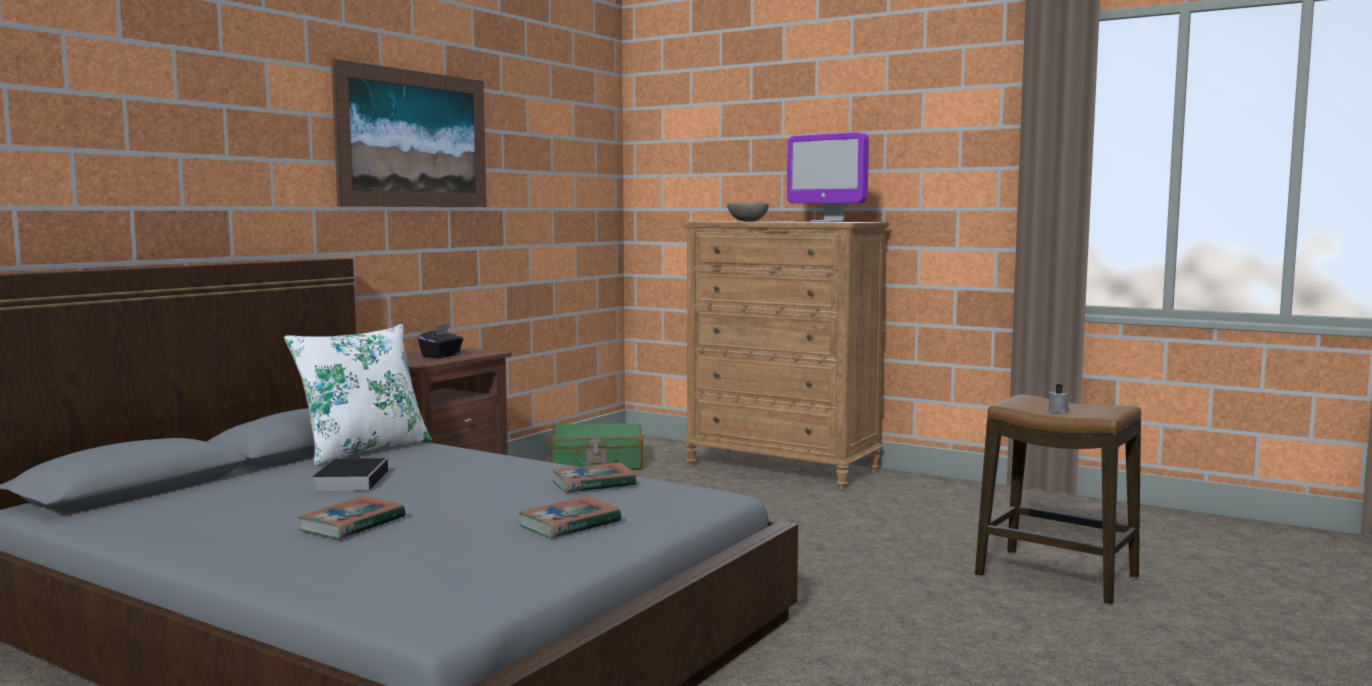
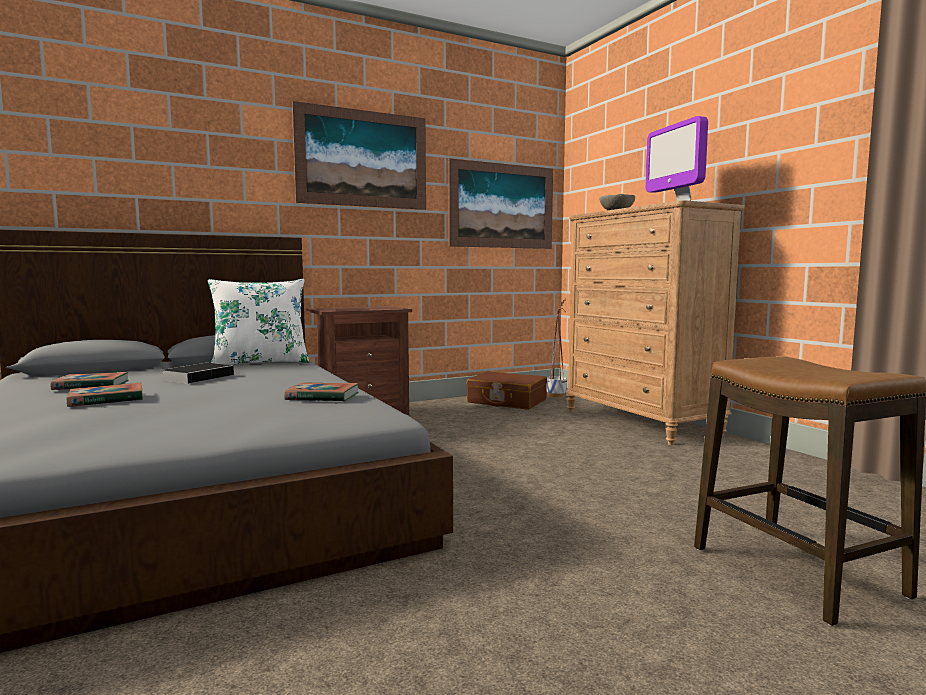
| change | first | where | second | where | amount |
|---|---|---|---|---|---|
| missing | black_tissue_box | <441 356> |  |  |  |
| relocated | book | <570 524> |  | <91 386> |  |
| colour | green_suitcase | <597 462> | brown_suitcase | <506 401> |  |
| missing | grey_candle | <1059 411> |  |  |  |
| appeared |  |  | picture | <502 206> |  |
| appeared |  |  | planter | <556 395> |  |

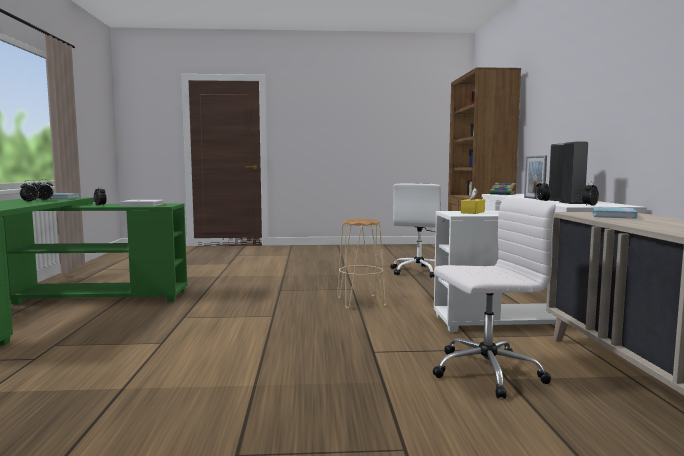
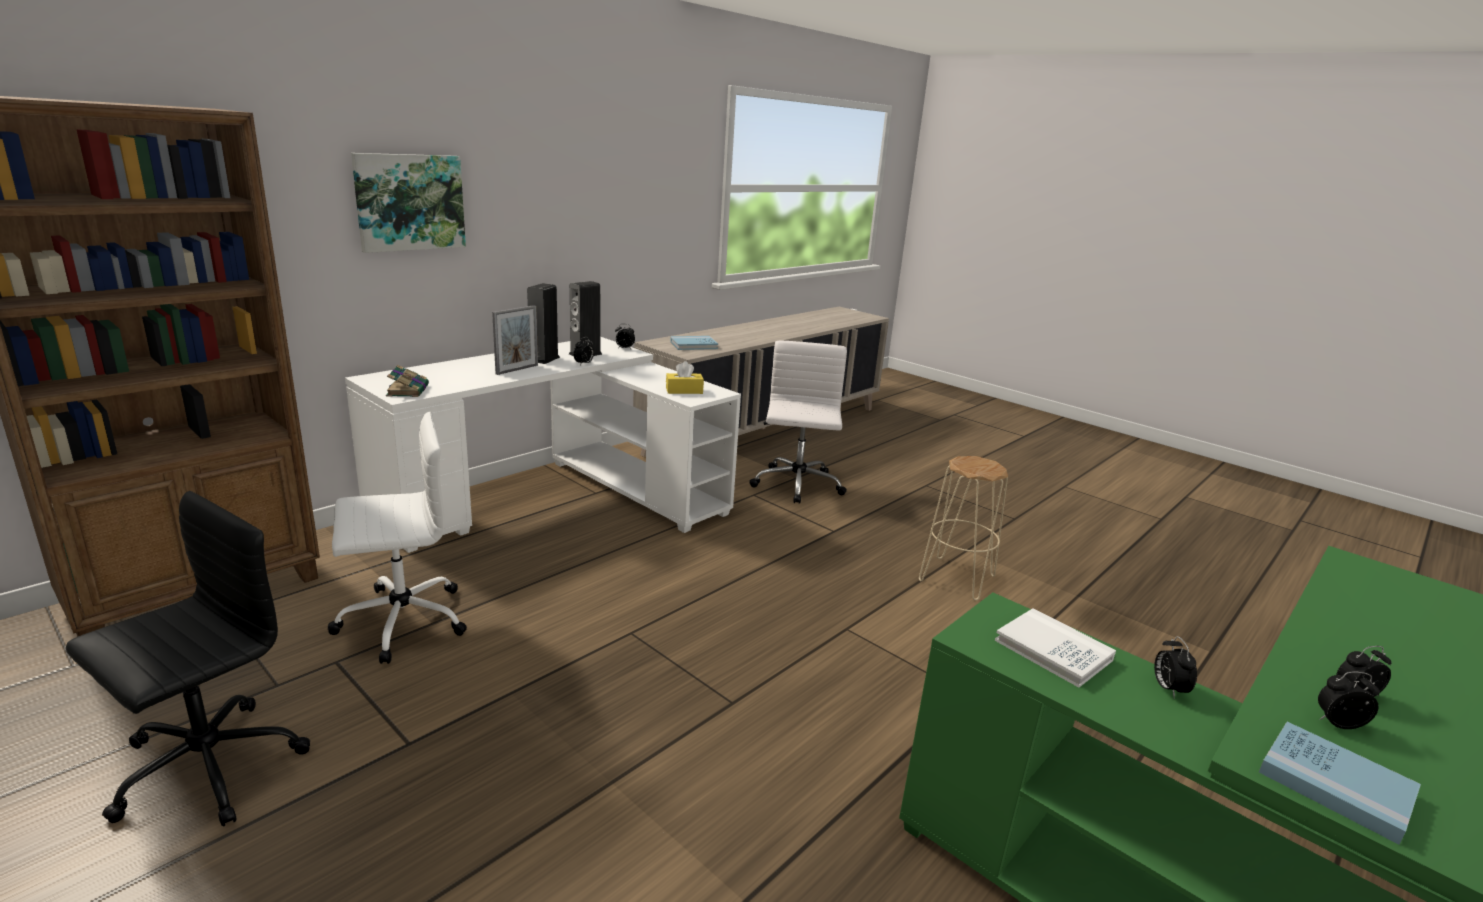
| change | first | where | second | where | amount |
|---|---|---|---|---|---|
| relocated | beige_stool | <360 302> |  | <956 578> |  |
| spun | white_office_chair | <484 372> |  | <797 485> | 60 degrees clockwise |
| appeared |  |  | black_office_chair | <205 768> |  |
| appeared |  |  | picture | <409 202> |  |

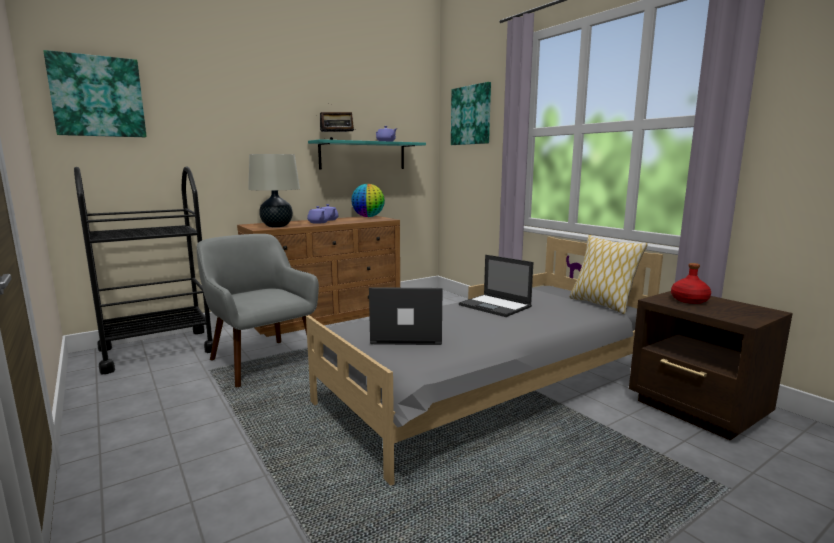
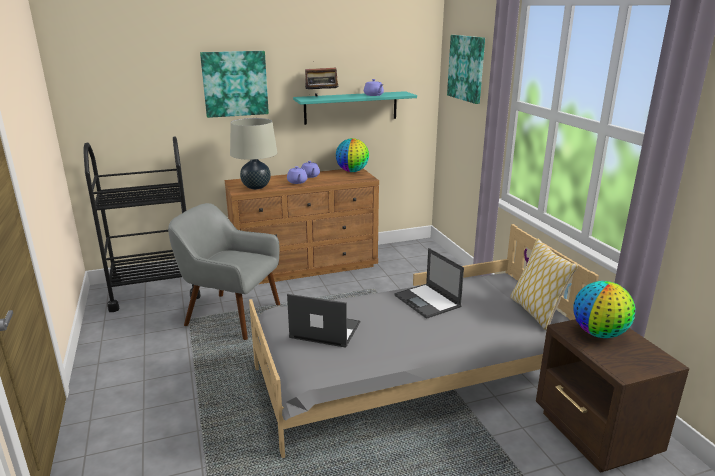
| change | first | where | second | where | amount |
|---|---|---|---|---|---|
| relocated | picture | <98 96> |  | <235 83> |  |
| spun | grey_armchair | <261 361> |  | <231 315> | 45 degrees counterclockwise |
| exchanged | red_bottle | <689 300> | globe | <599 333> |  |

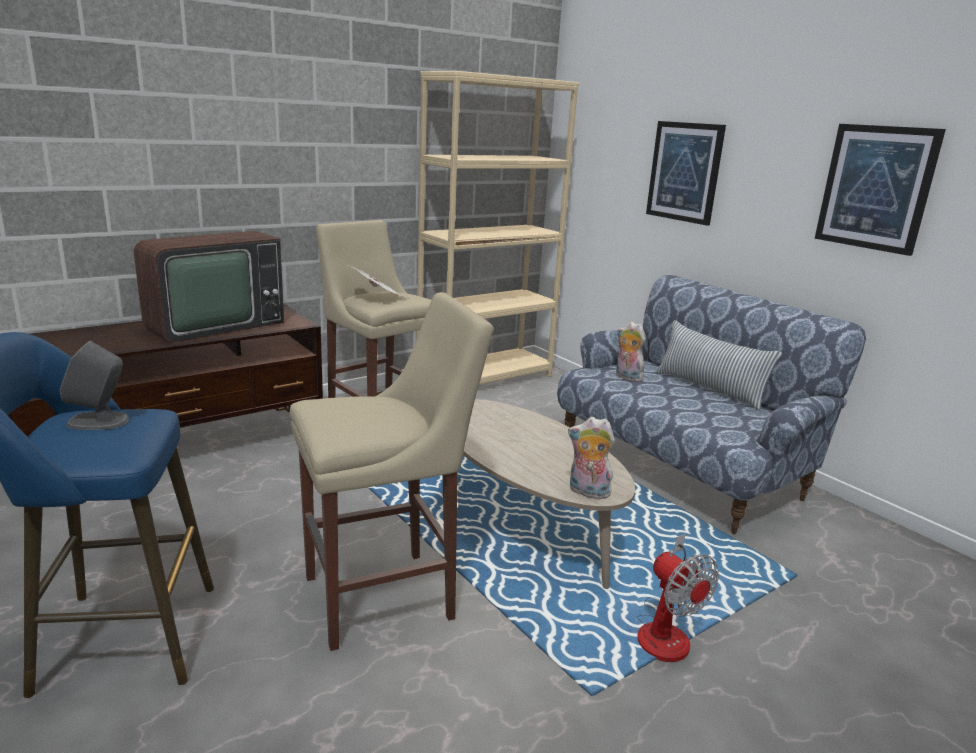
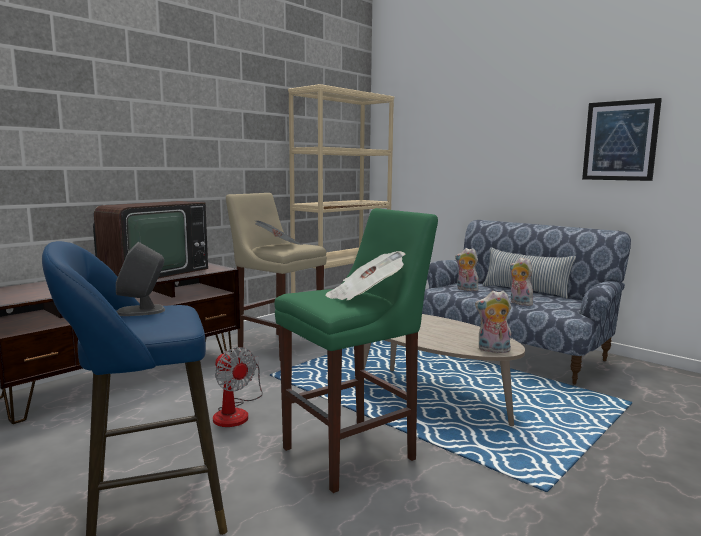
| change | first | where | second | where | amount |
|---|---|---|---|---|---|
| colour | beige_stool | <387 596> | green_stool | <355 452> |  |
| relocated | fan | <666 630> |  | <236 412> |  |
| missing | picture | <684 172> |  |  |  |
| appeared |  |  | newspaper | <365 296> |  |
| appeared |  |  | plush_toy | <519 303> |  |

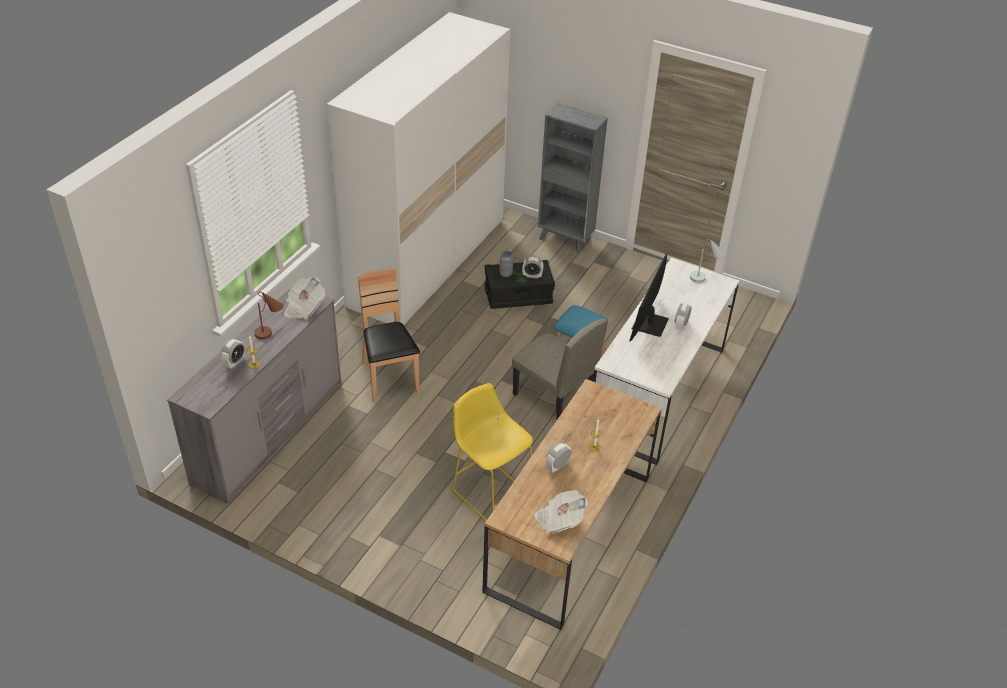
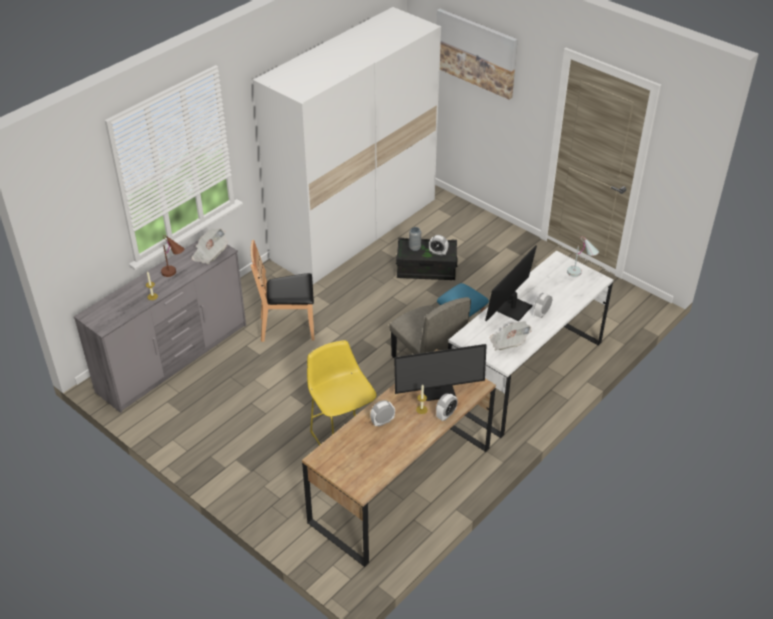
| change | first | where | second | where | amount |
|---|---|---|---|---|---|
| relocated | alarm_clock | <234 363> |  | <446 415> |  |
| spun | brown_chair | <389 379> |  | <288 327> | 90 degrees counterclockwise |
| relocated | newspaper | <559 520> |  | <508 343> |  |
| missing | grey_bookcase | <565 239> |  |  |  |
| appeared |  |  | monitor | <438 389> |  |
| appeared |  |  | picture | <476 52> |  |

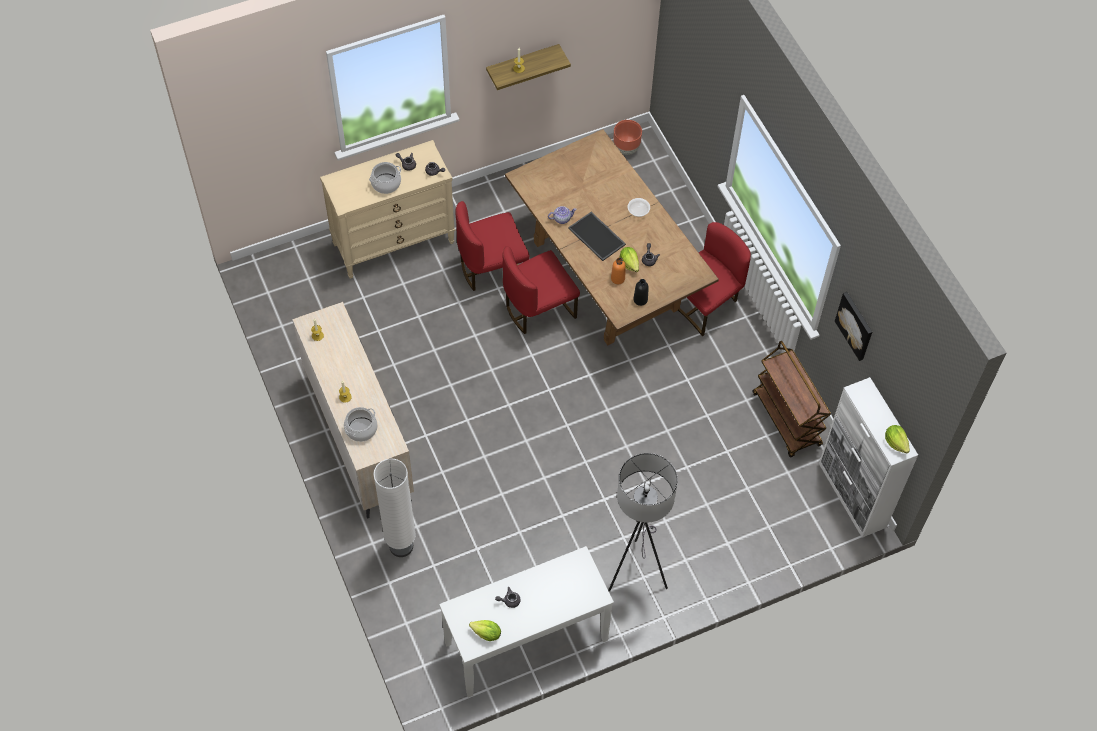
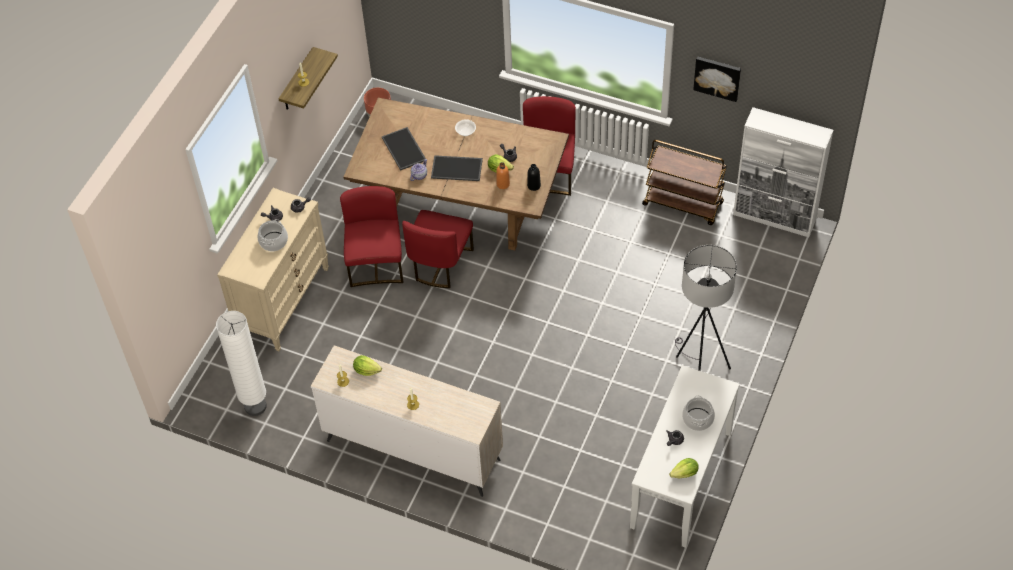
| change | first | where | second | where | amount |
|---|---|---|---|---|---|
| relocated | cooking_pot | <361 429> |  | <698 419> |  |
| relocated | white_floor_lamp | <401 546> |  | <255 406> |  |
| spun | red_chair | <492 268> |  | <376 263> | 150 degrees clockwise |
| relocated | lettuce | <895 443> |  | <366 370> |  |
| appeared |  |  | tray | <404 149> |  |

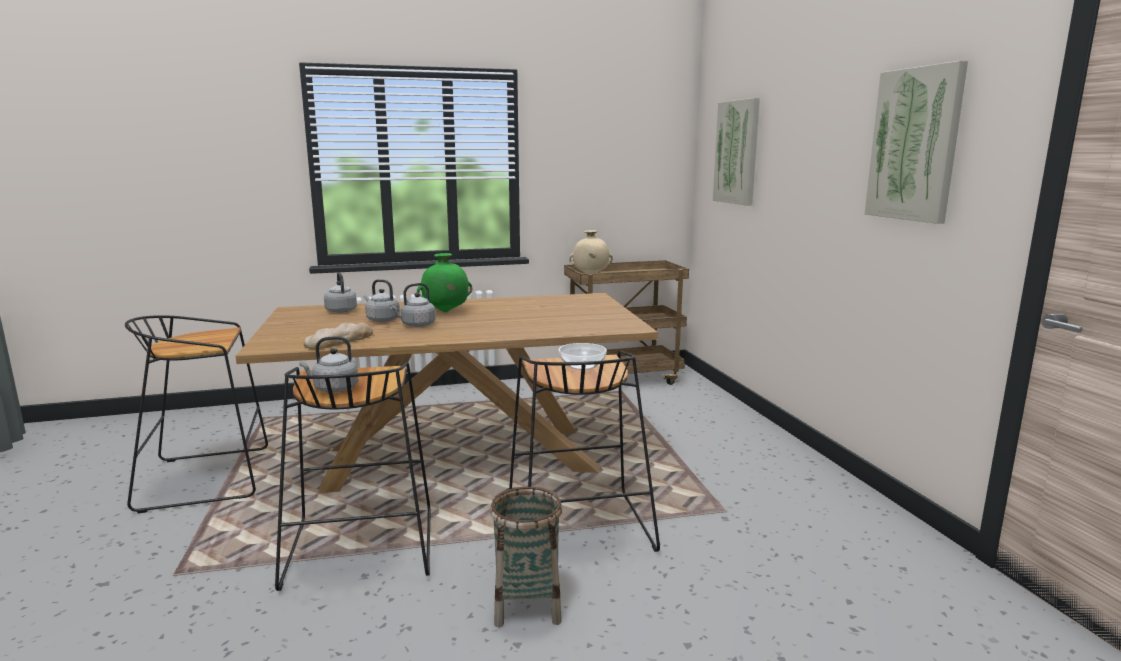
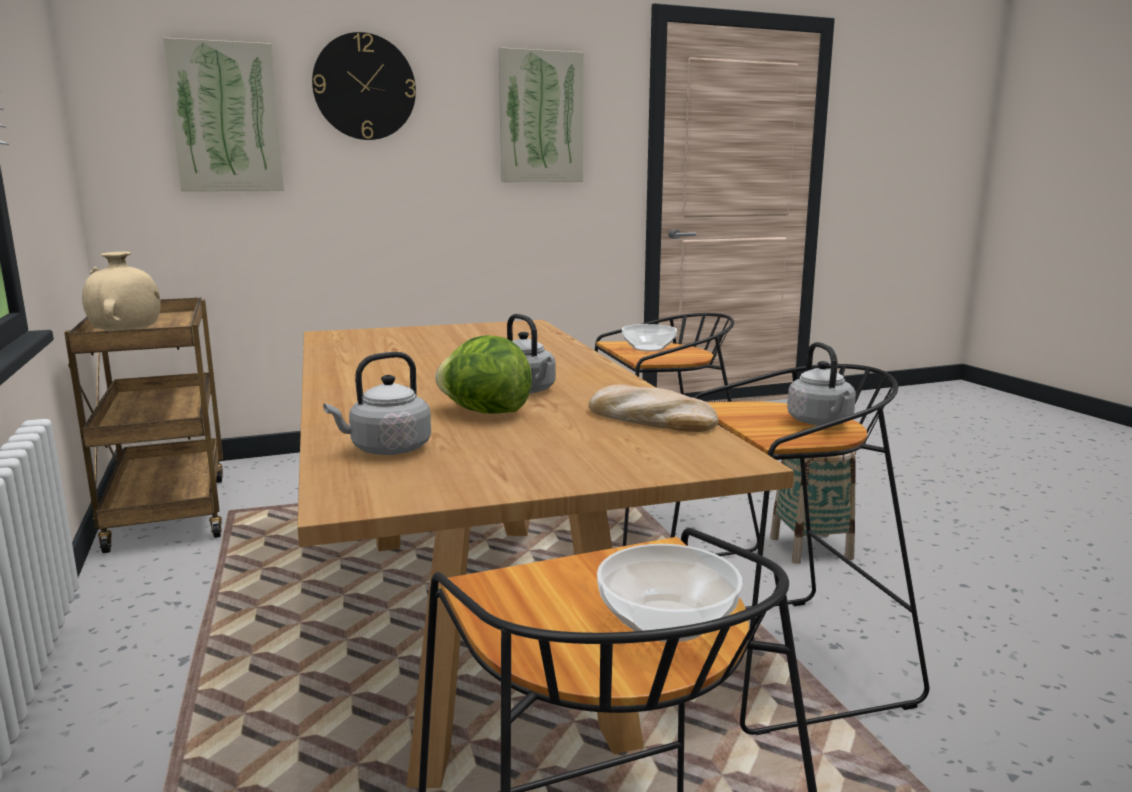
| change | first | where | second | where | amount |
|---|---|---|---|---|---|
| exchanged | grey_kettle | <381 320> | lettuce | <485 412> |  |
| missing | green_vase | <445 312> |  |  |  |
| appeared |  |  | wall_clock | <364 87> |  |
| appeared |  |  | bowl | <668 622> |  |

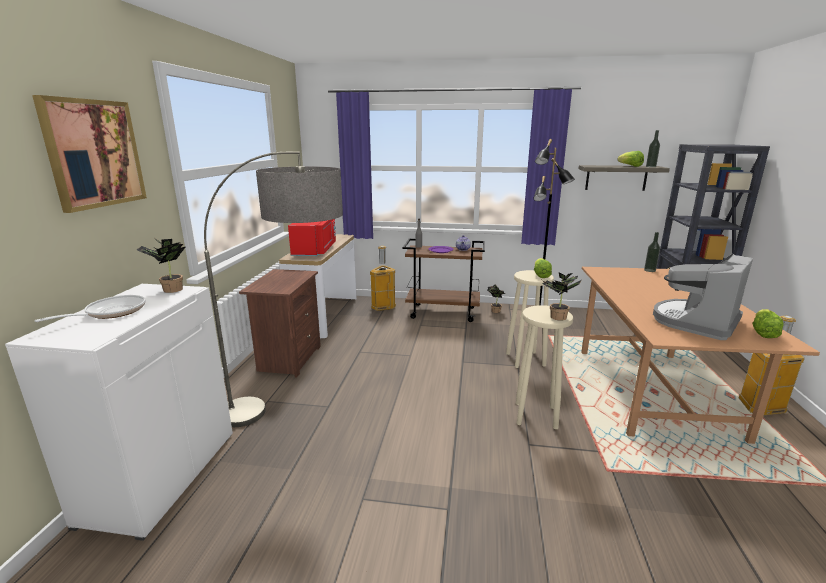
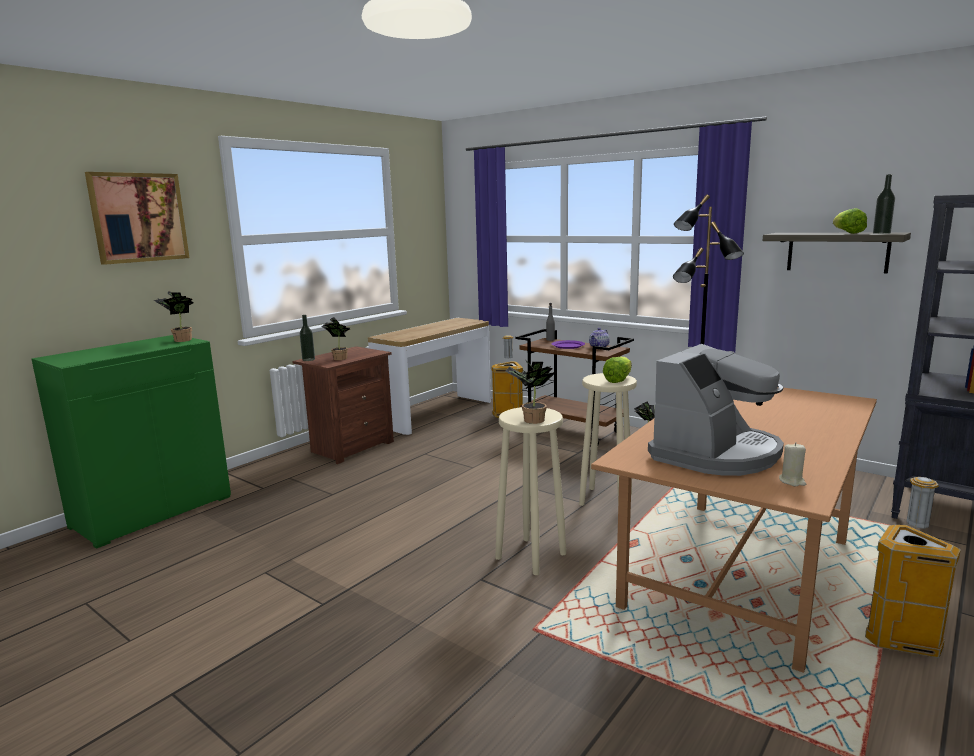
| change | first | where | second | where | amount |
|---|---|---|---|---|---|
| colour | white_cabinet | <161 475> | green_cabinet | <153 511> |  |
| missing | frying_pan | <111 312> |  |  |  |
| missing | floor_lamp | <294 418> |  |  |  |
| missing | red_microwave | <315 250> |  |  |  |
| relocated | bottle | <649 270> |  | <308 359> |  |
| spun | coffee_machine | <696 322> |  | <716 454> | 150 degrees clockwise |
| exchanged | lettuce | <763 333> | beige_candle | <792 481> |  |
| appeared |  |  | potted_plant | <338 358> |  |

